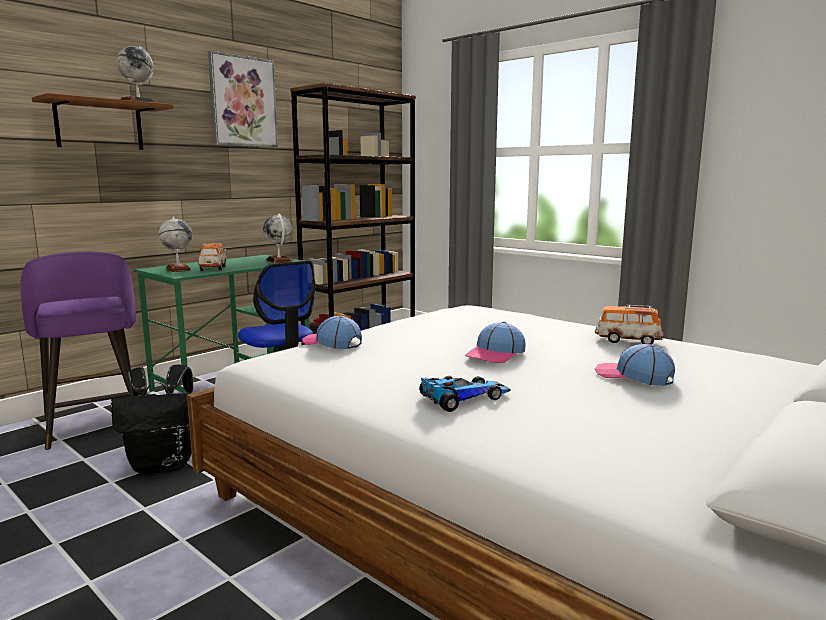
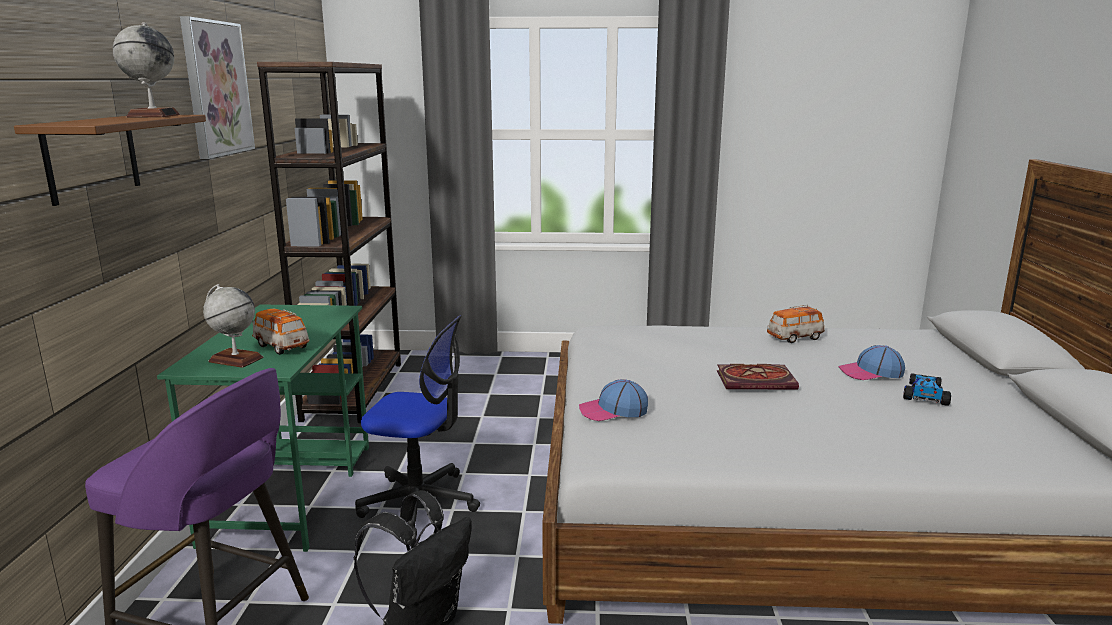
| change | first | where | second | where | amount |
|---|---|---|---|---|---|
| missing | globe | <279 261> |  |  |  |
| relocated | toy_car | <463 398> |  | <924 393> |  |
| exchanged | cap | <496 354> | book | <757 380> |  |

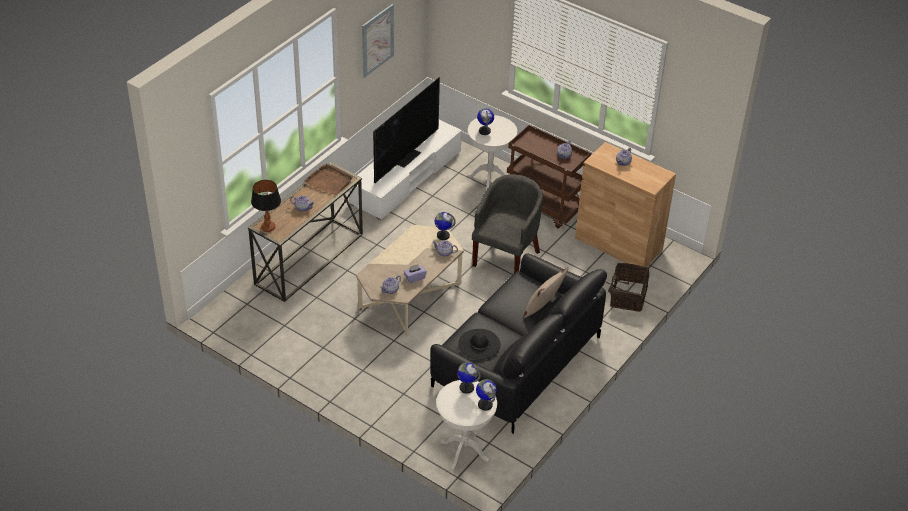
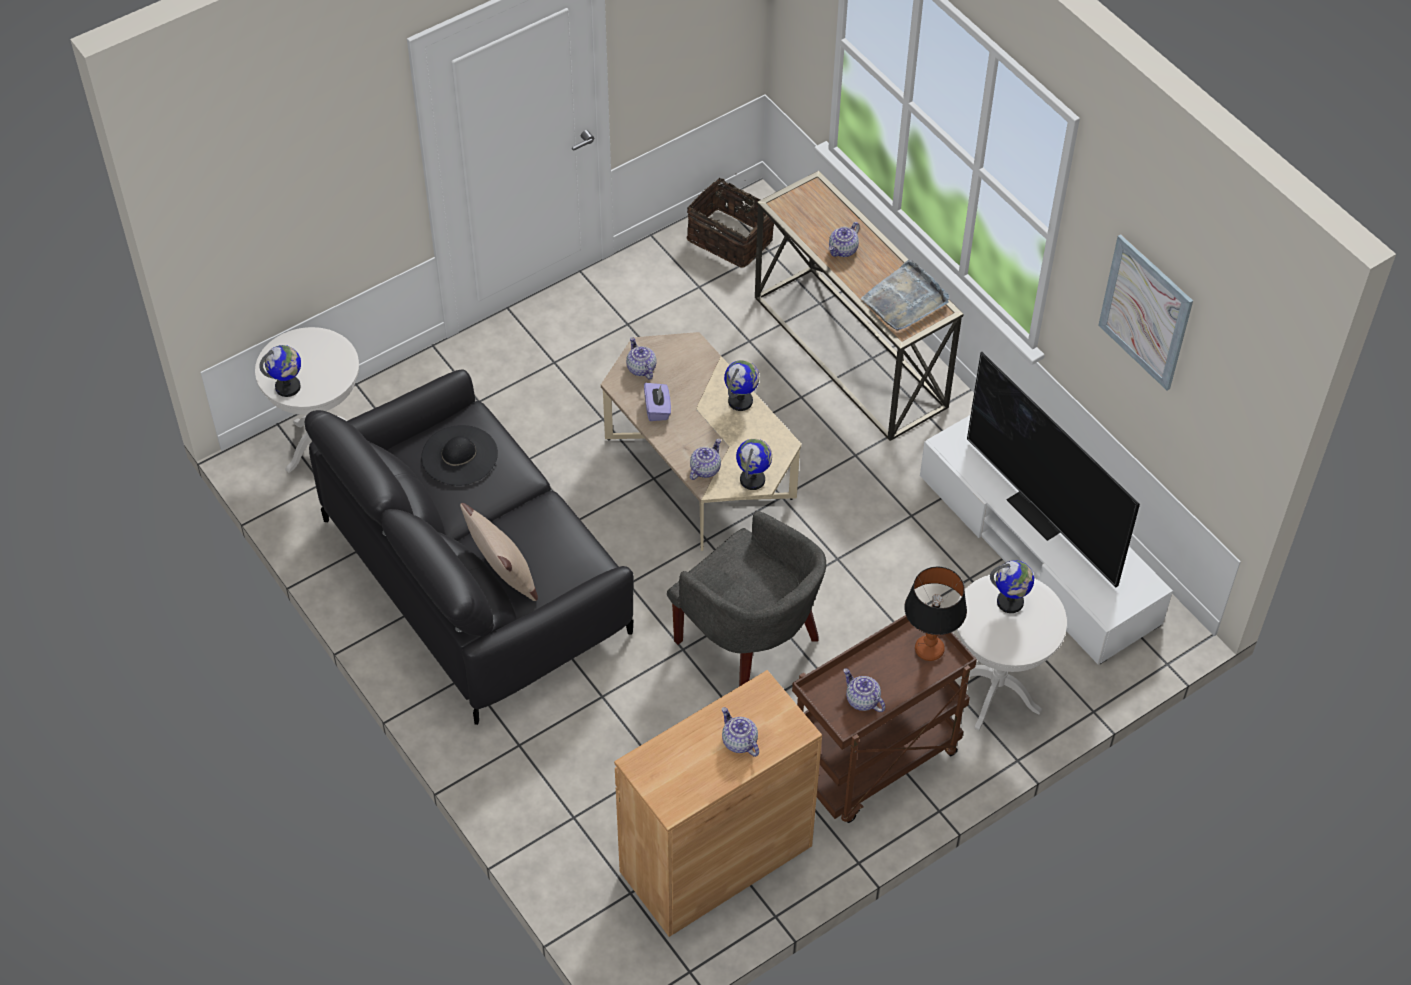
| change | first | where | second | where | amount |
|---|---|---|---|---|---|
| relocated | table_lamp | <268 227> |  | <929 650> |  |
| colour | brown_tray | <329 181> | grey_tray | <905 300> |  |
| relocated | globe | <466 387> |  | <740 401> |  |
| relocated | basket | <627 296> |  | <731 238> |  |

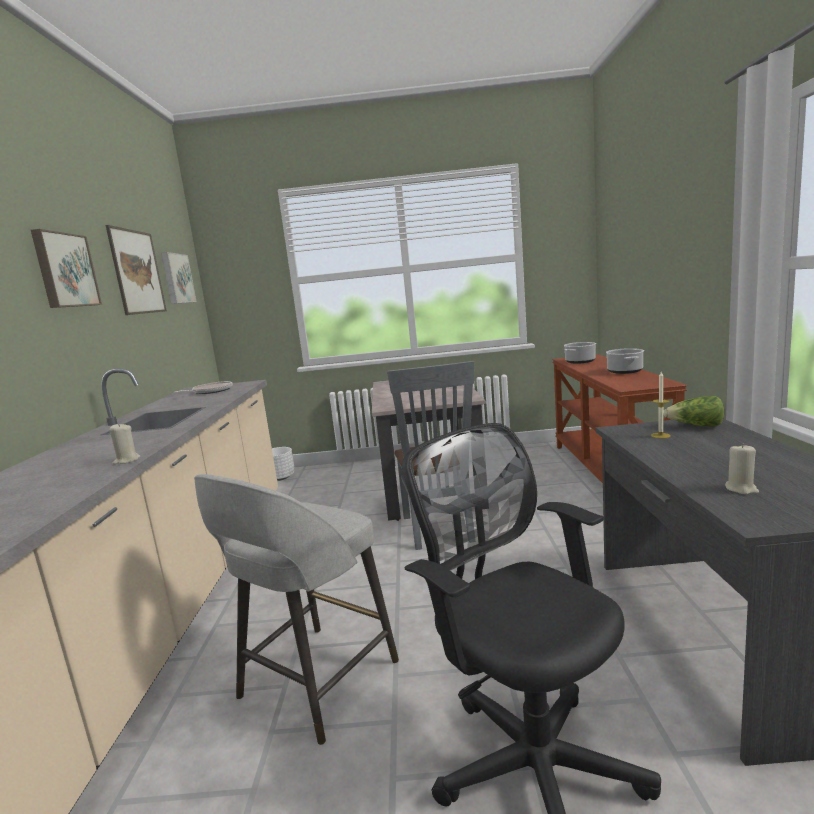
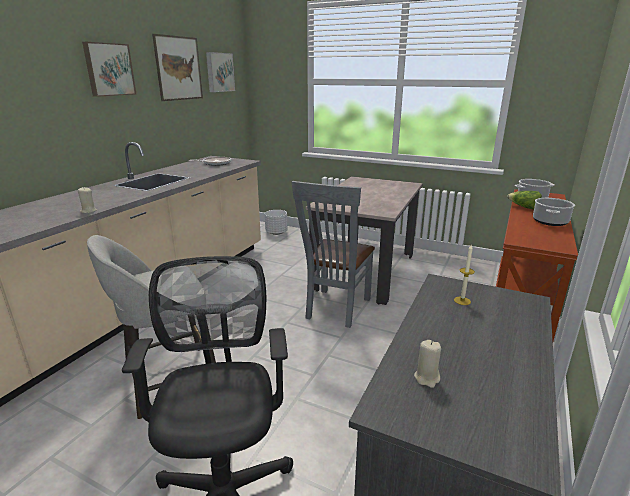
| change | first | where | second | where | amount |
|---|---|---|---|---|---|
| relocated | lettuce | <696 426> |  | <523 207> |  |

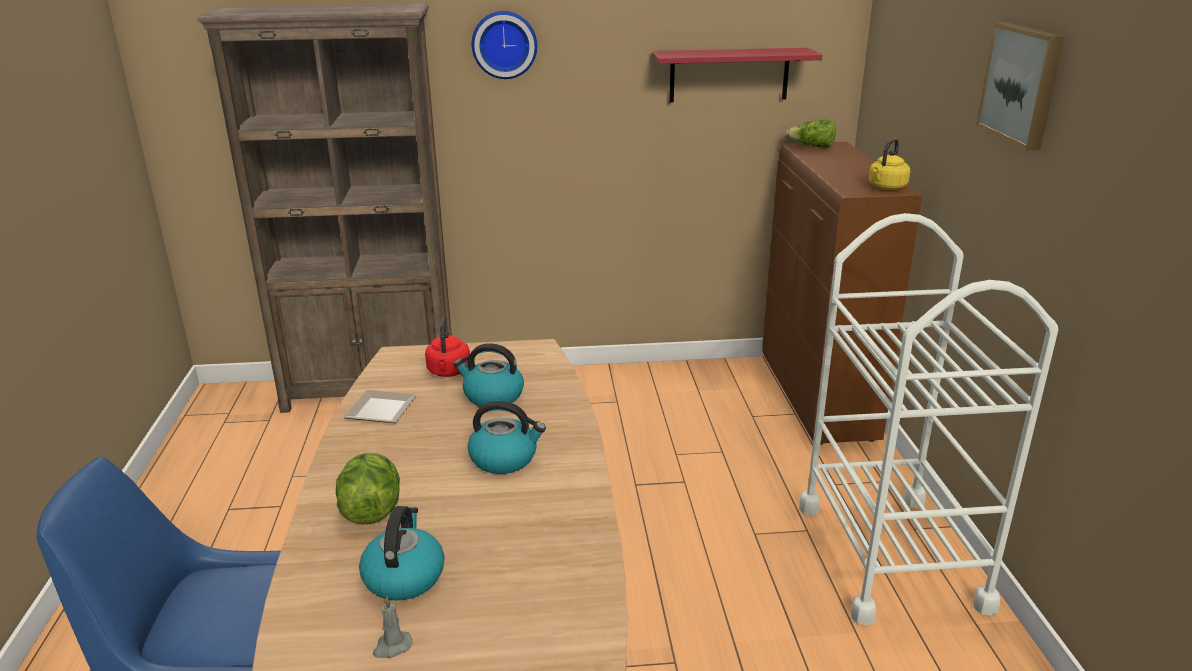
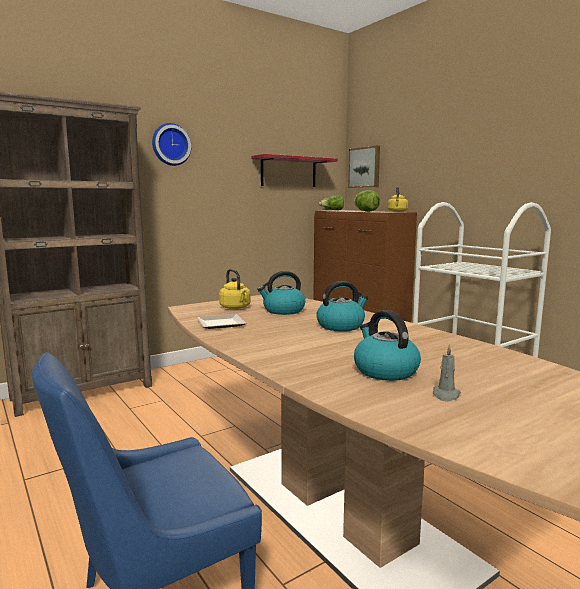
| change | first | where | second | where | amount |
|---|---|---|---|---|---|
| relocated | lettuce | <371 510> |  | <366 211> |  |
| colour | red_kettle | <448 372> | yellow_kettle | <236 308> |  |
| relocated | picture | <1023 84> |  | <365 167> |  |

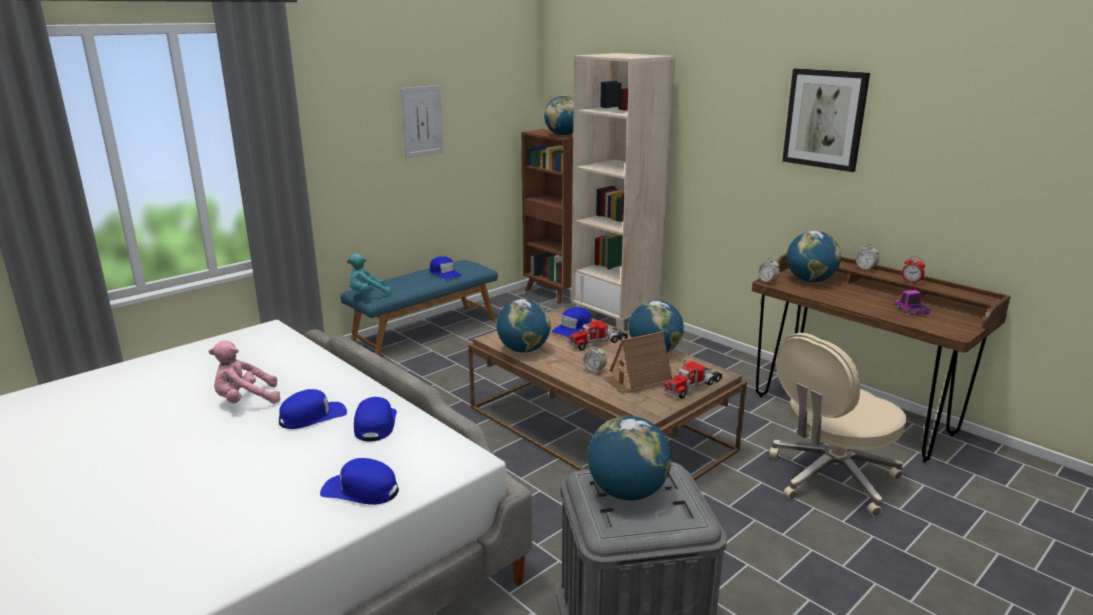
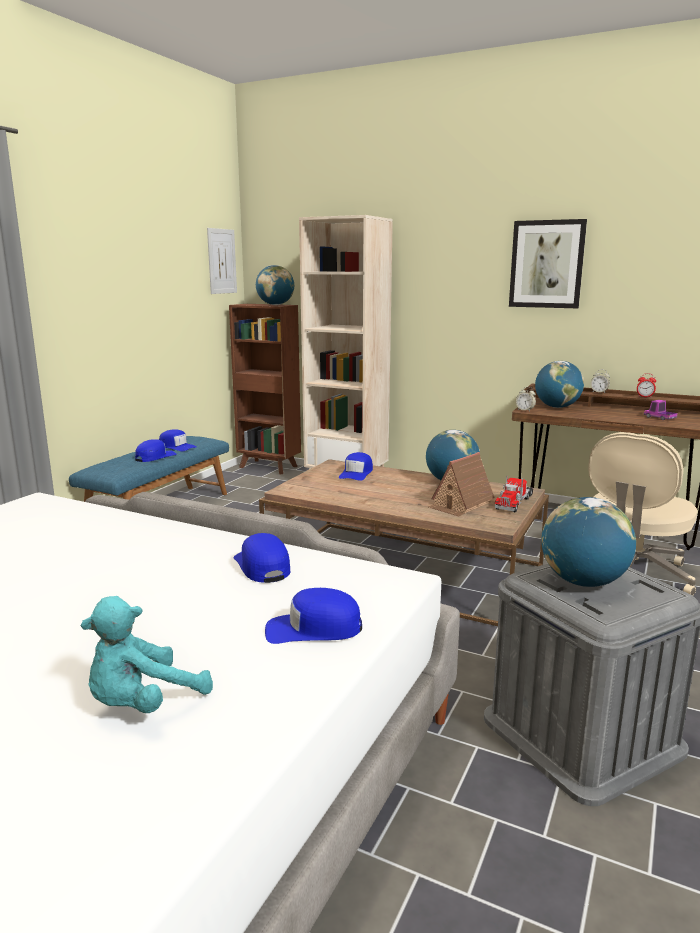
| change | first | where | second | where | amount |
|---|---|---|---|---|---|
| missing | pink_plush_toy | <245 401> |  |  |  |
| relocated | blue_cap | <313 416> |  | <155 457> |  |
| relocated | turquoise_plush_toy | <367 294> |  | <143 703> |  |
| relocated | picture | <422 121> |  | <222 261> |  |
| missing | globe | <523 350> |  |  |  |
| missing | toy_truck | <598 342> |  |  |  |
| missing | alarm_clock | <594 370> |  |  |  |

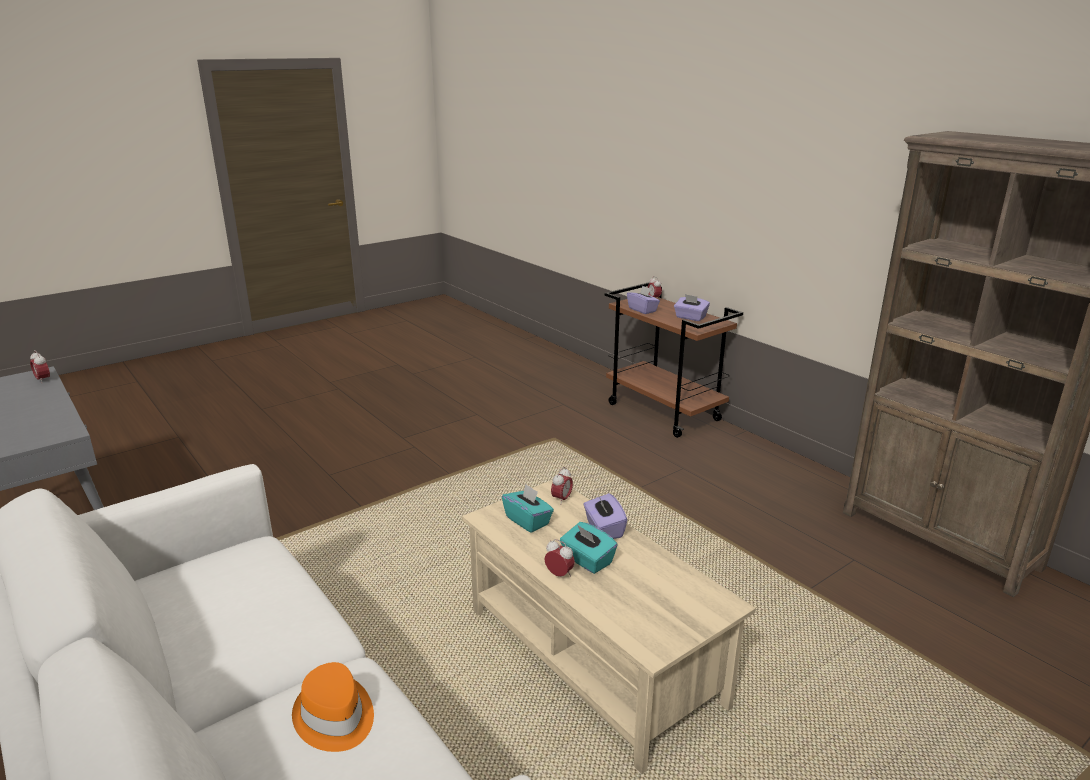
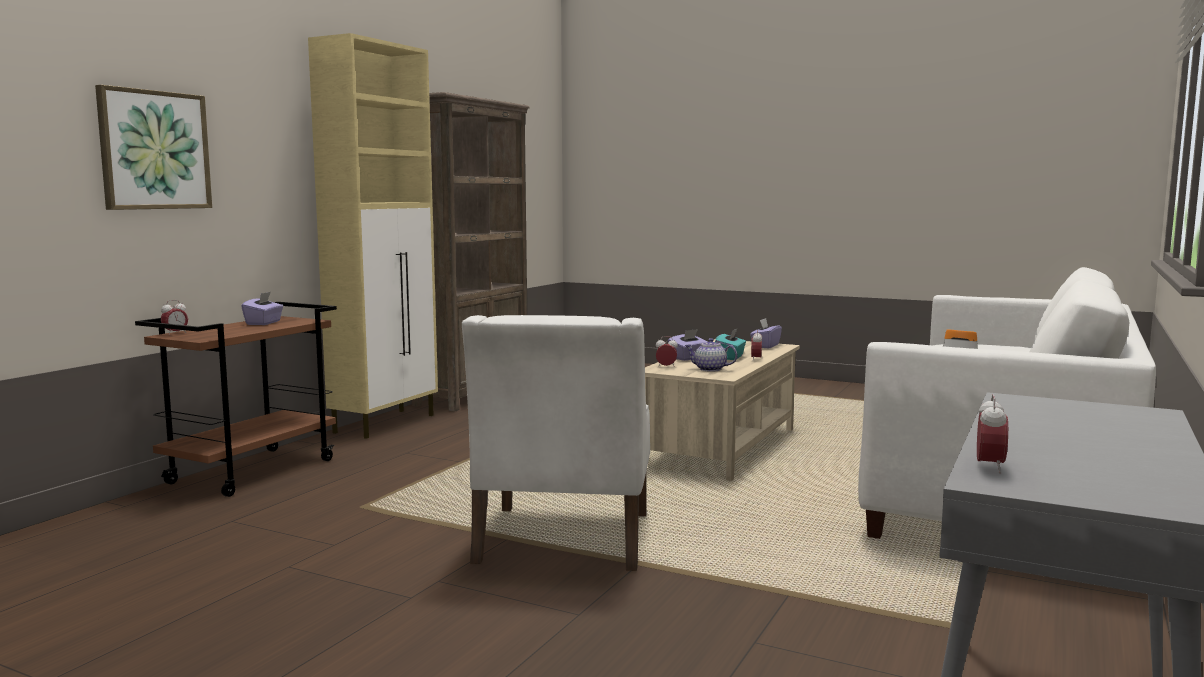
| change | first | where | second | where | amount |
|---|---|---|---|---|---|
| exchanged | turquoise_tissue_box | <528 521> | teapot | <710 369> |  |
| relocated | purple_tissue_box | <642 310> |  | <765 346> |  |
| appeared |  |  | picture | <154 150> |  |
| appeared |  |  | beige_cabinet | <386 423> |  |
| appeared |  |  | white_armchair | <562 538> |  |

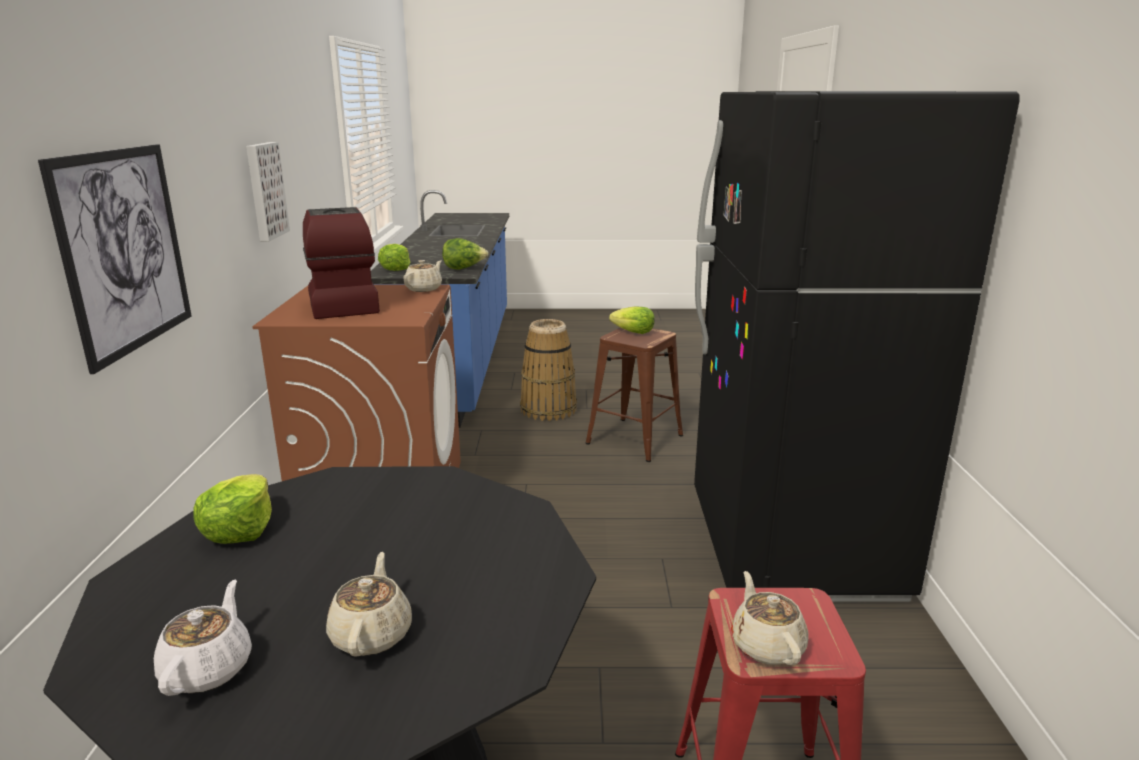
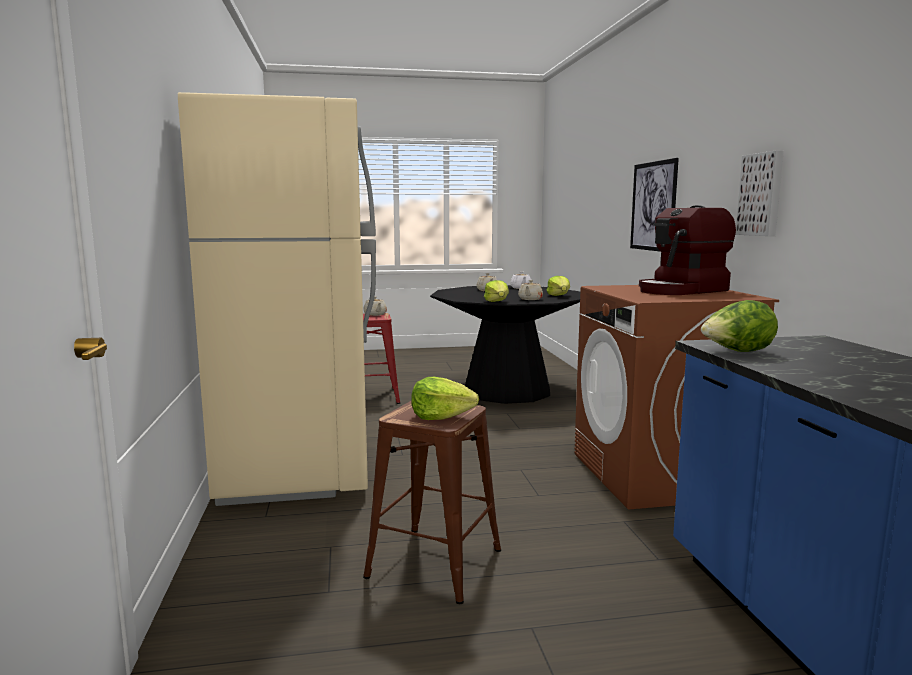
| change | first | where | second | where | amount |
|---|---|---|---|---|---|
| spun | coffee_machine | <341 304> |  | <682 290> | 90 degrees clockwise |
| relocated | lettuce | <396 268> |  | <497 301> |  |
| relocated | beige_teapot | <424 289> |  | <530 299> |  |
| missing | basket | <548 409> |  |  |  |
| colour | black_fridge | <792 544> | beige_fridge | <297 468> |  |

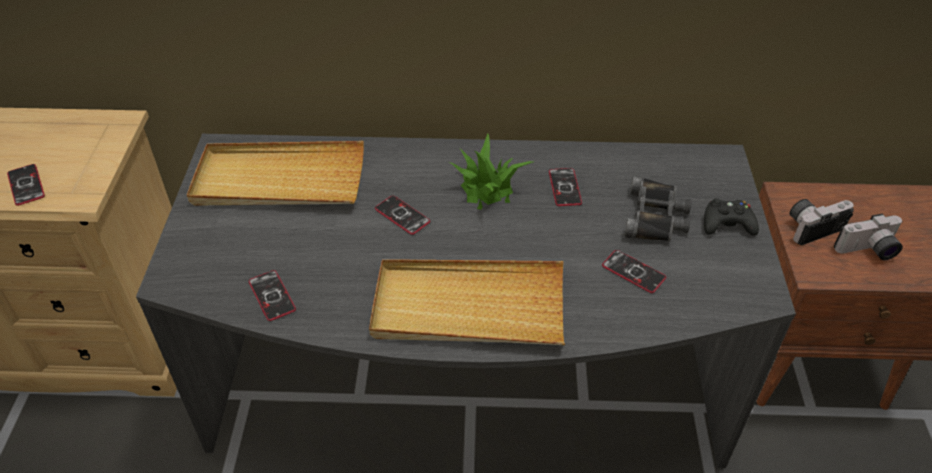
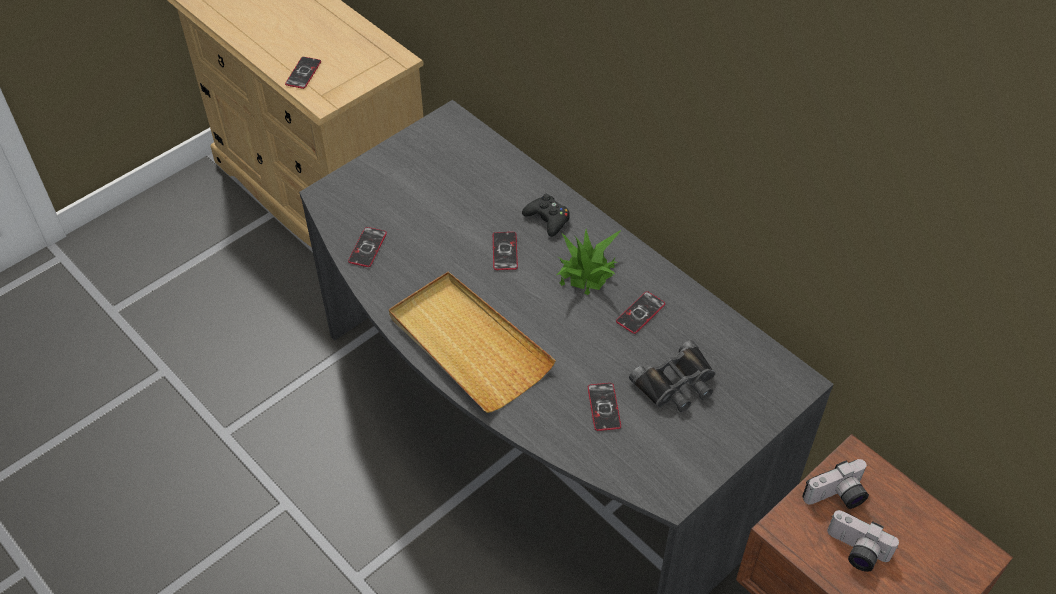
| change | first | where | second | where | amount |
|---|---|---|---|---|---|
| missing | beige_tray | <279 180> |  |  |  |
| relocated | black_game_controller | <727 224> |  | <548 219> |  |
| spun | photo_camera | <812 226> |  | <837 497> | 135 degrees clockwise |

